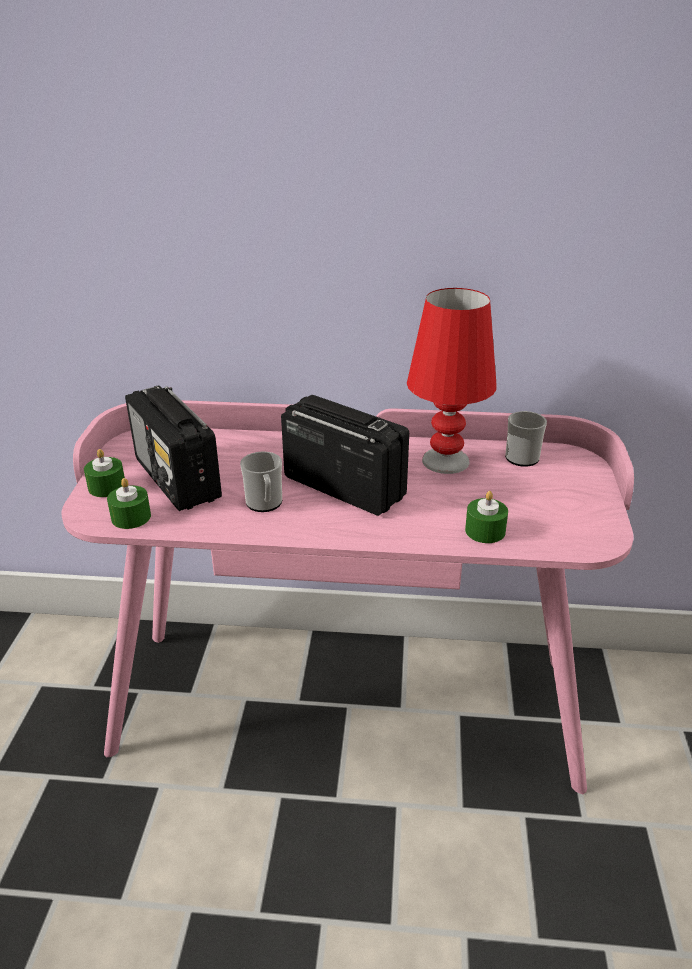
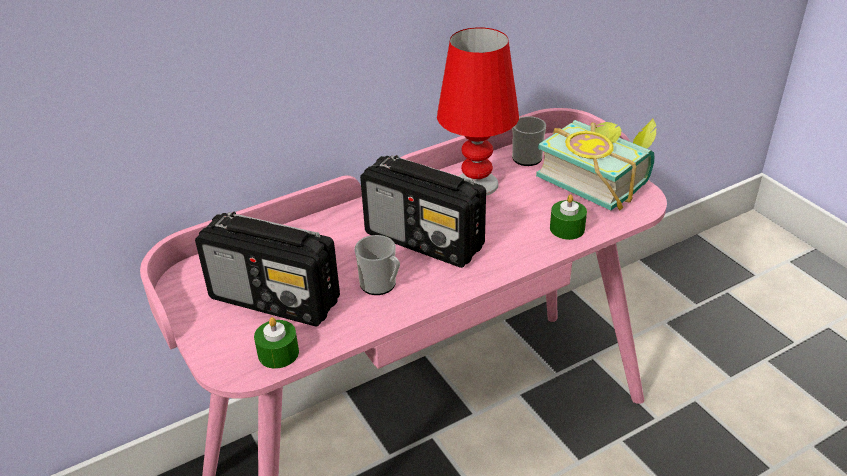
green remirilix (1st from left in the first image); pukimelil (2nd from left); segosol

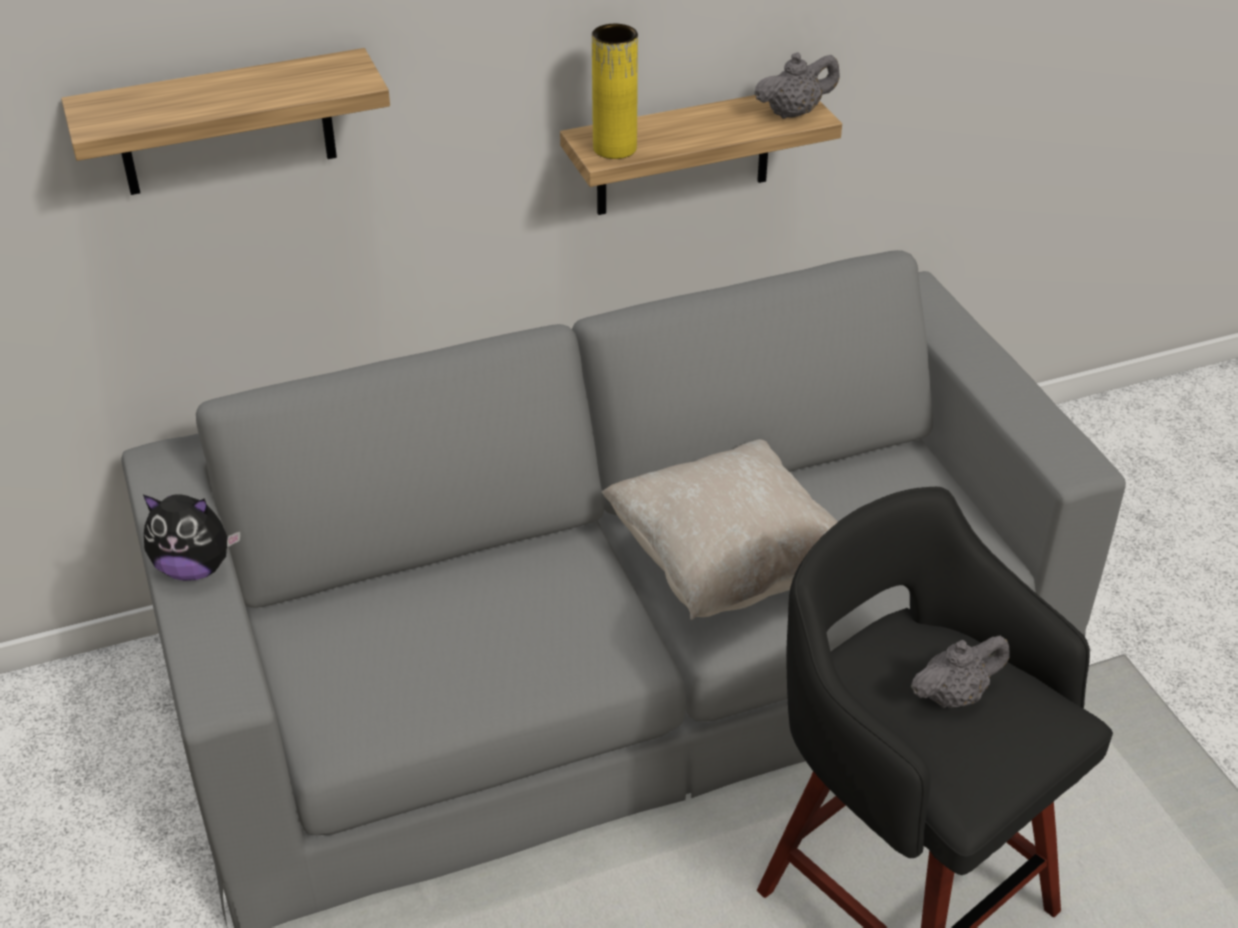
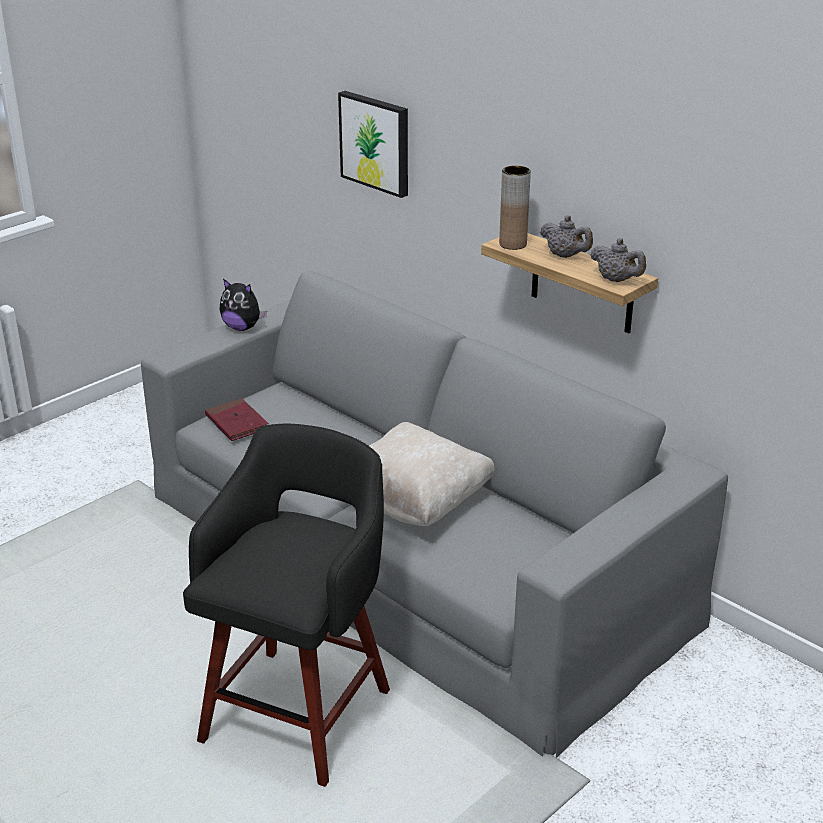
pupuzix; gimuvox; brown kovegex; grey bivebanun (1st from left); red segosol

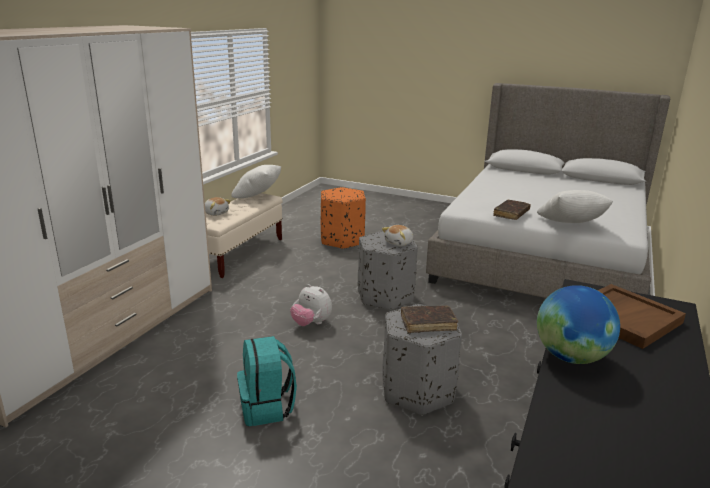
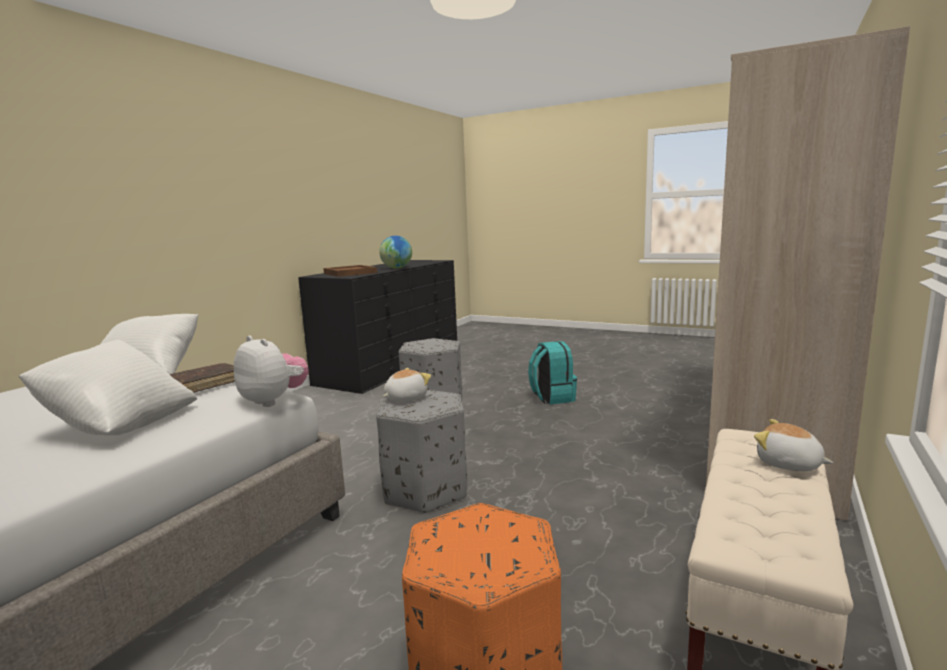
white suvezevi (1st from left); gimuvox (1st from left); brown segosol (1st from left in the first image)

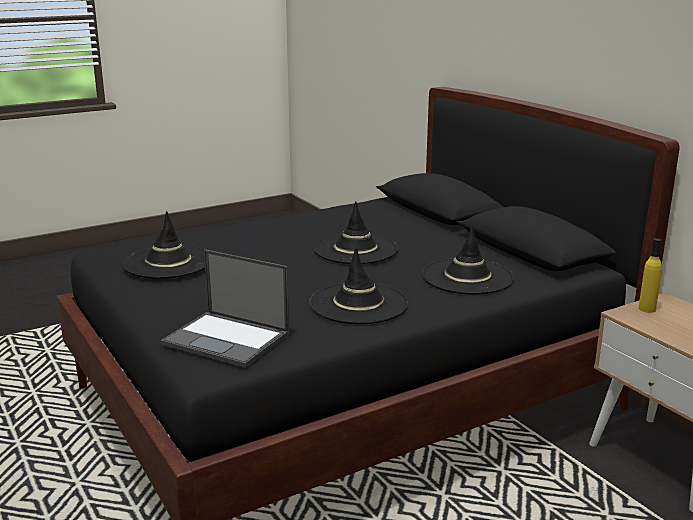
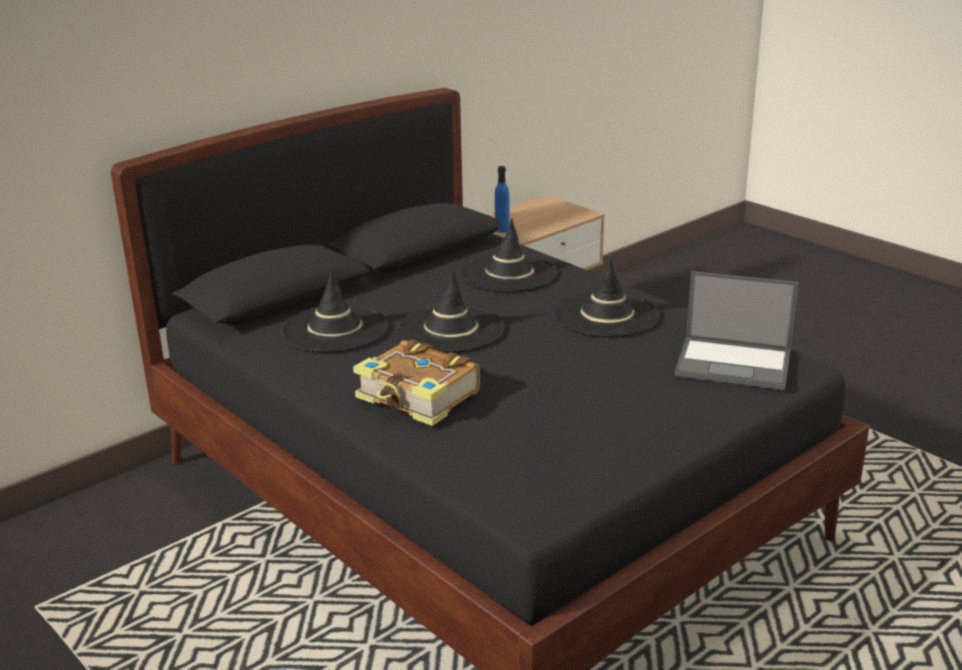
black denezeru (1st from left); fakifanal; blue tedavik; segosol

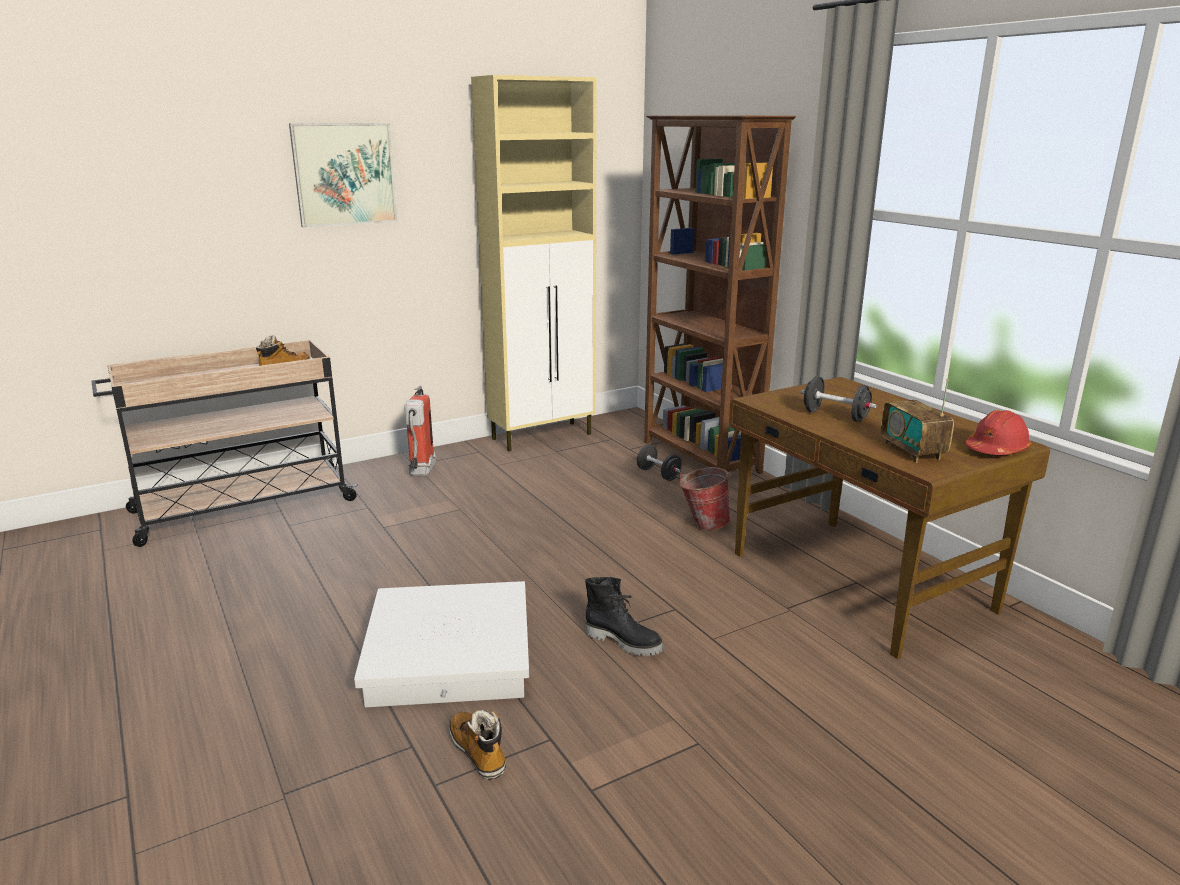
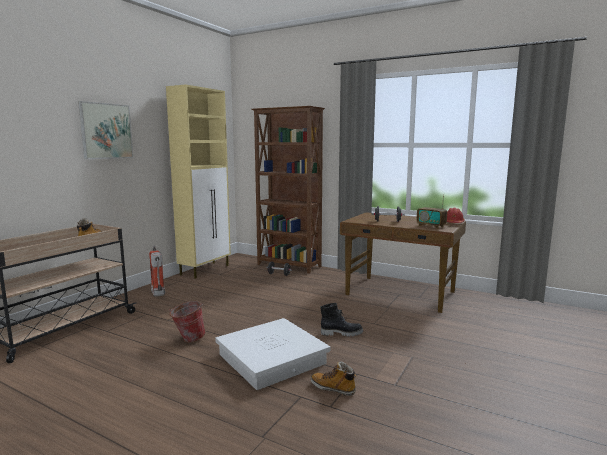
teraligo

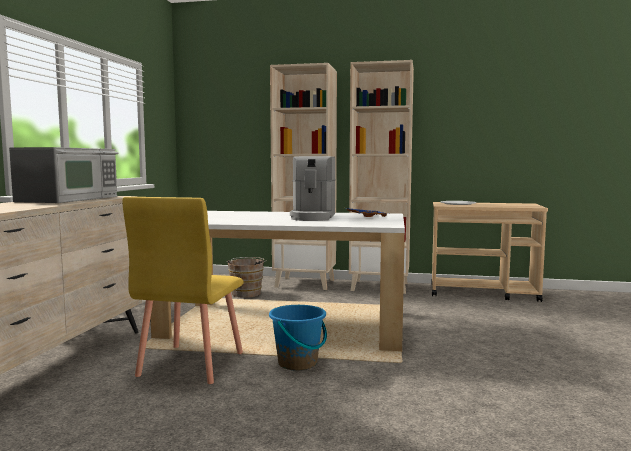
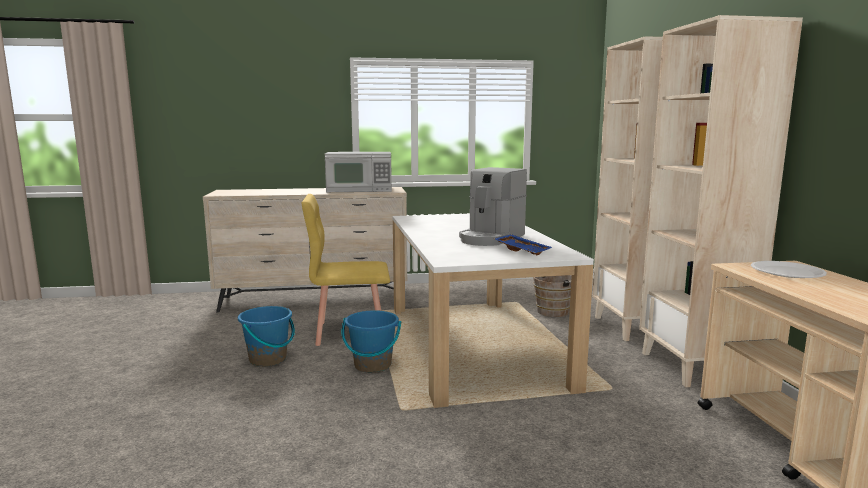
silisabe; blue teraligo (1st from left)

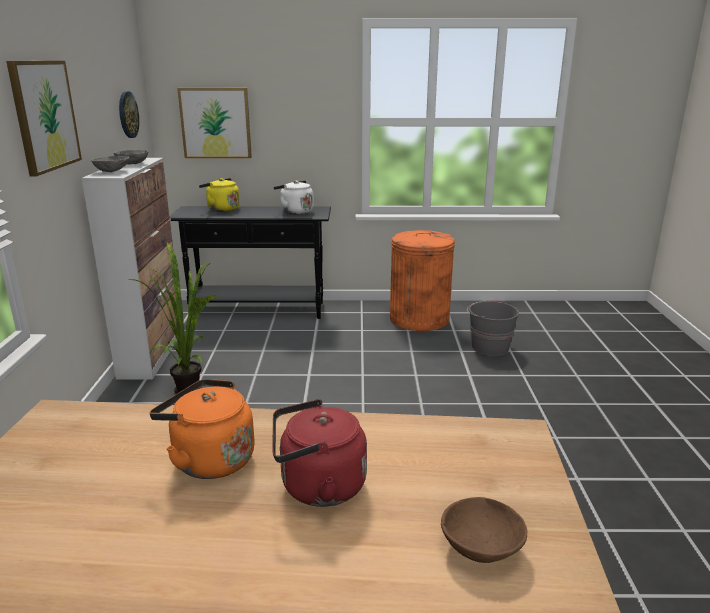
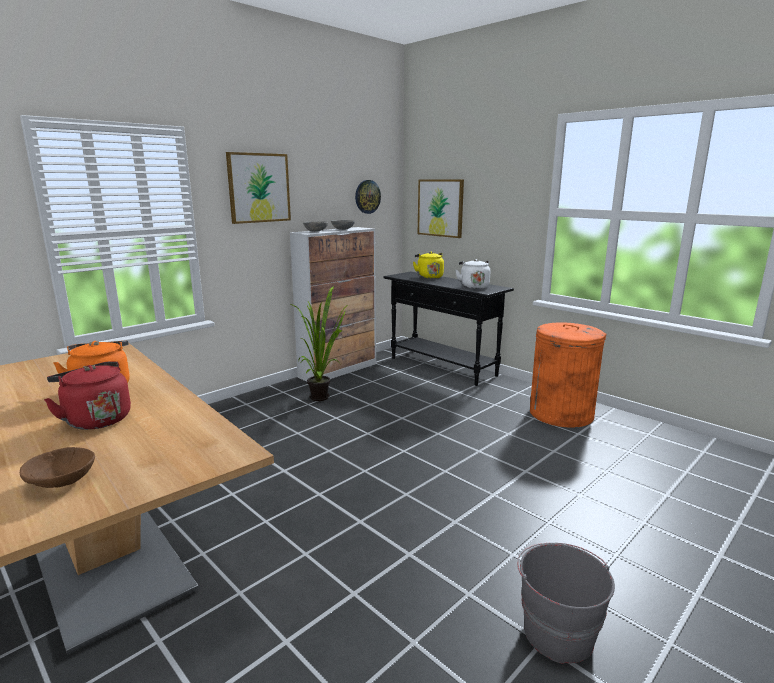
grey teraligo

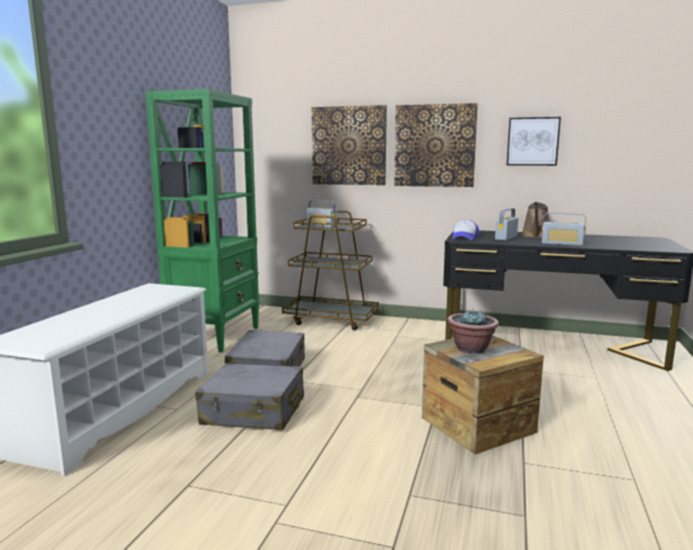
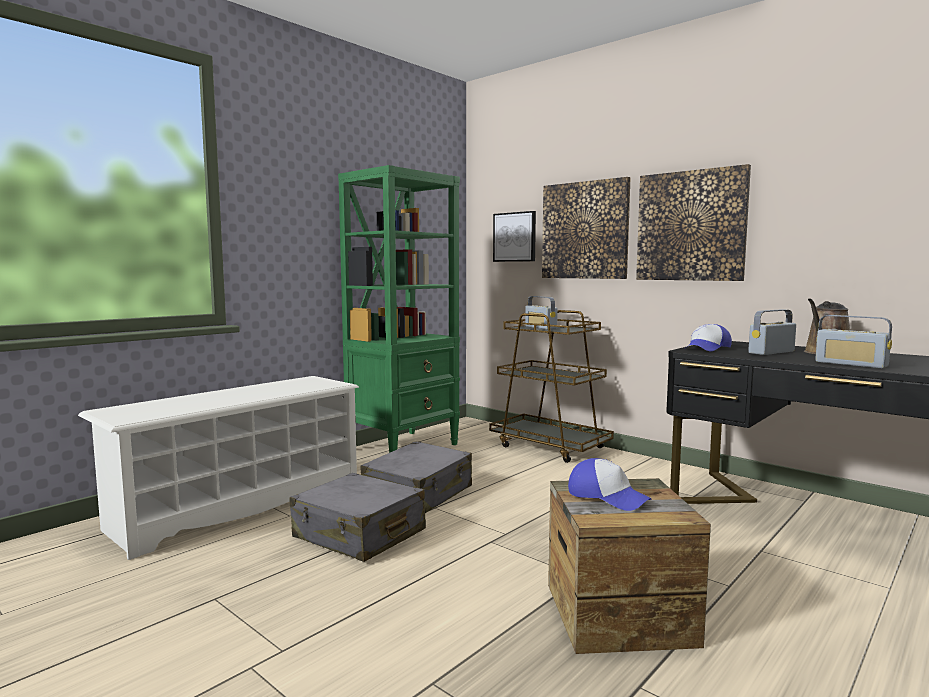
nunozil (1st from left); pupuzix (1st from left)

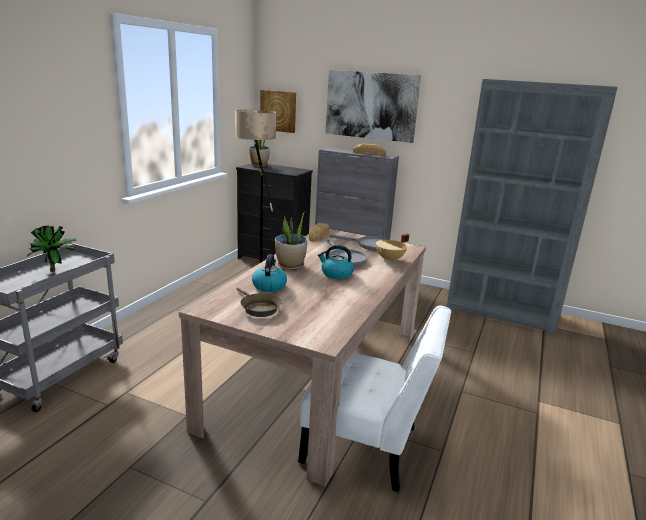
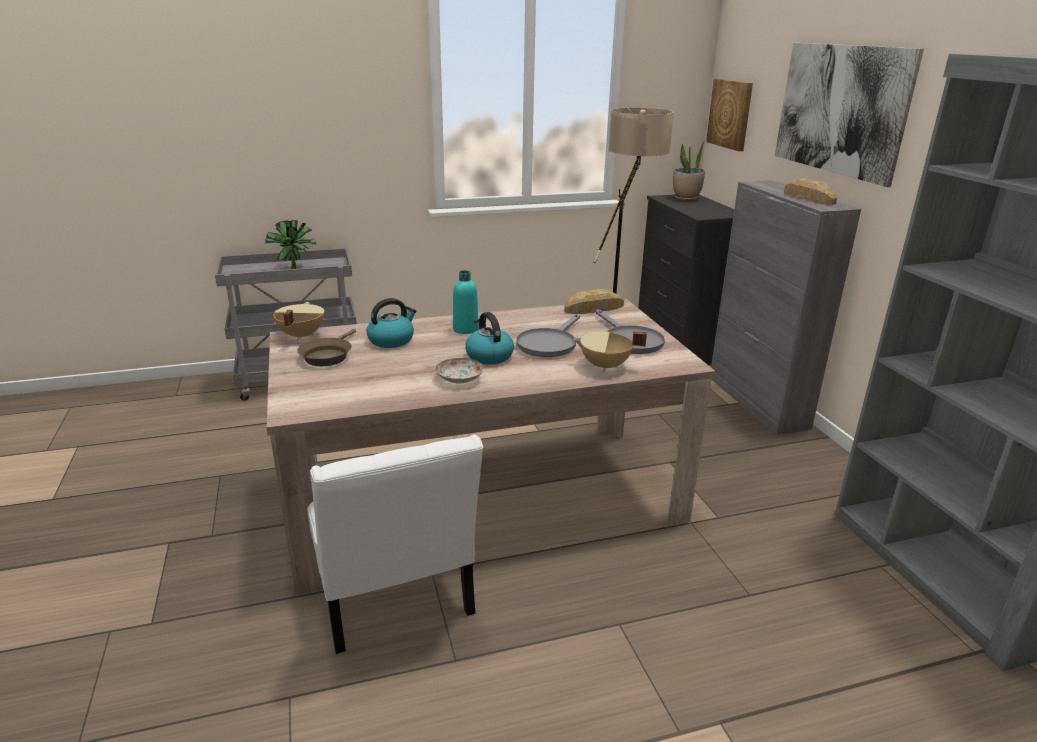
turquoise tedavik; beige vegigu (1st from left); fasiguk

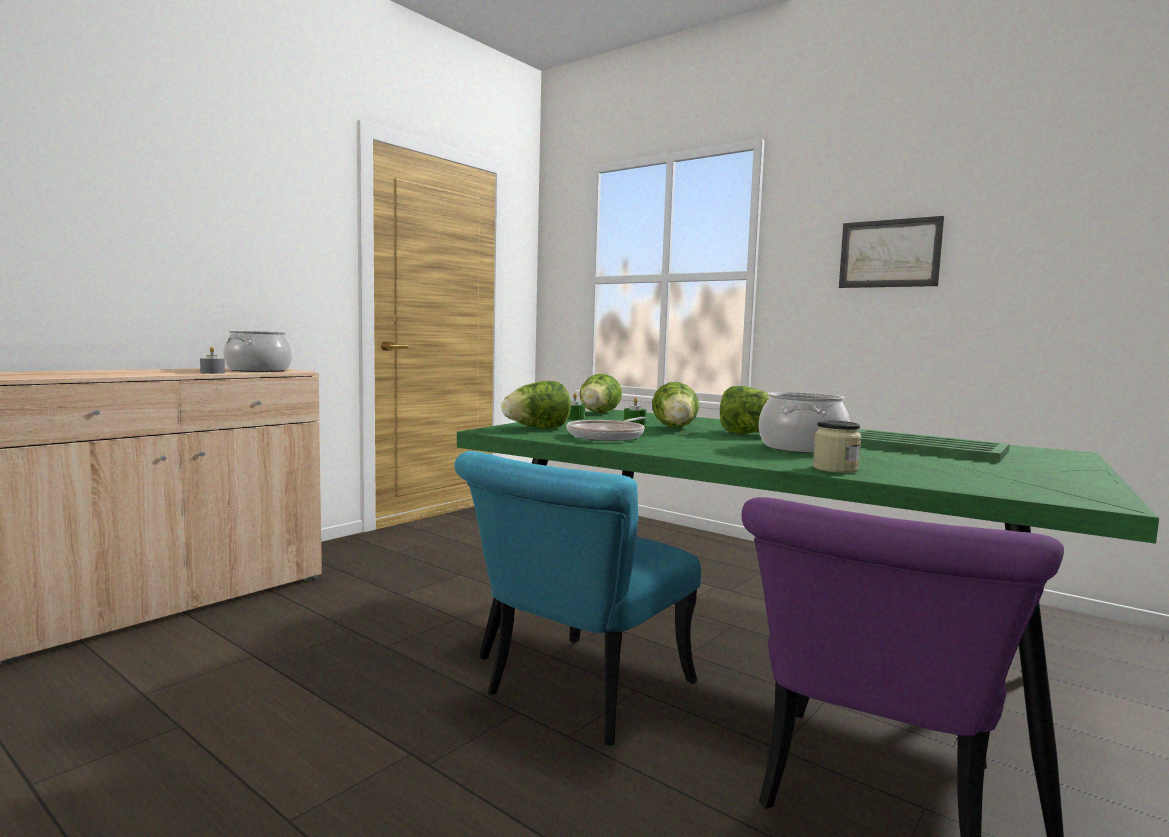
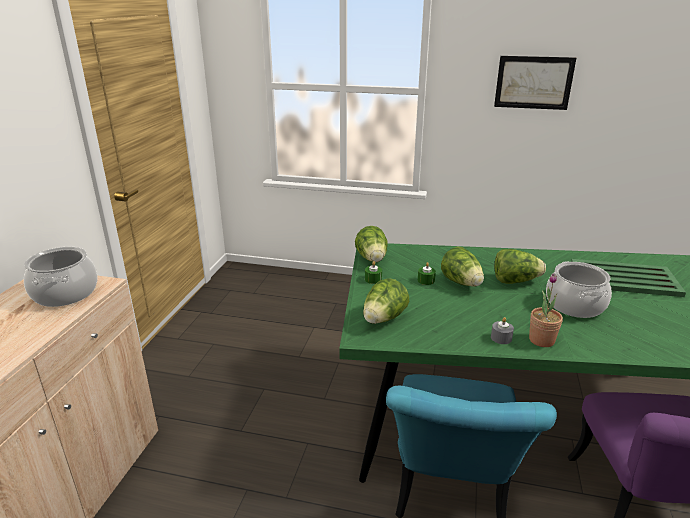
grey remirilix; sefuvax; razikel; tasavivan

